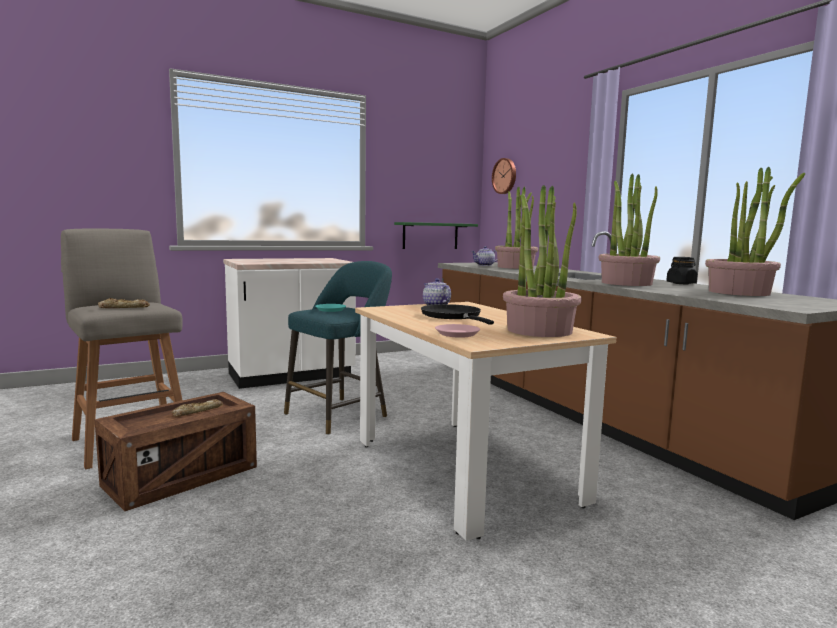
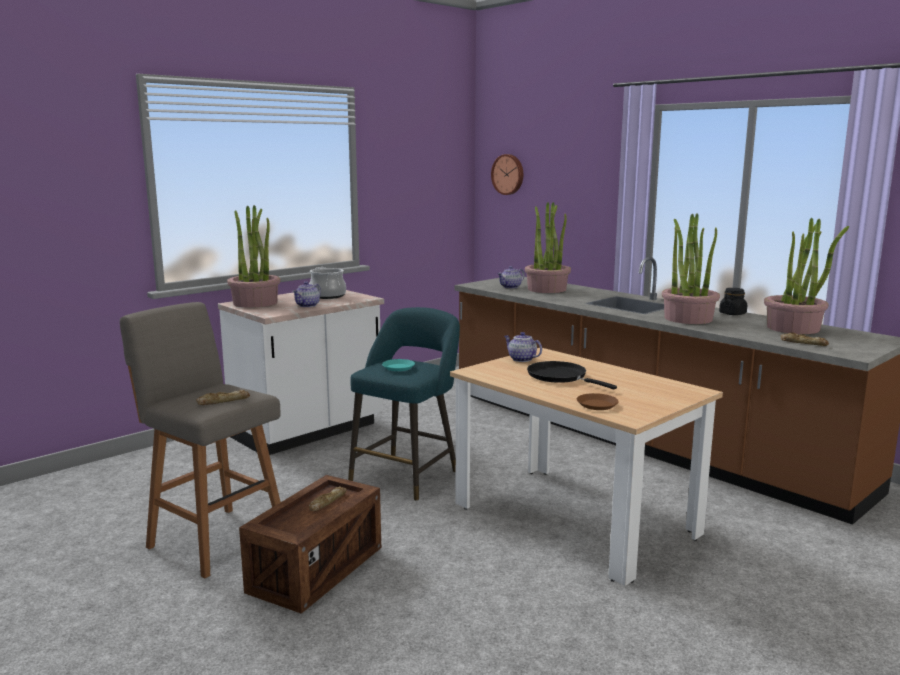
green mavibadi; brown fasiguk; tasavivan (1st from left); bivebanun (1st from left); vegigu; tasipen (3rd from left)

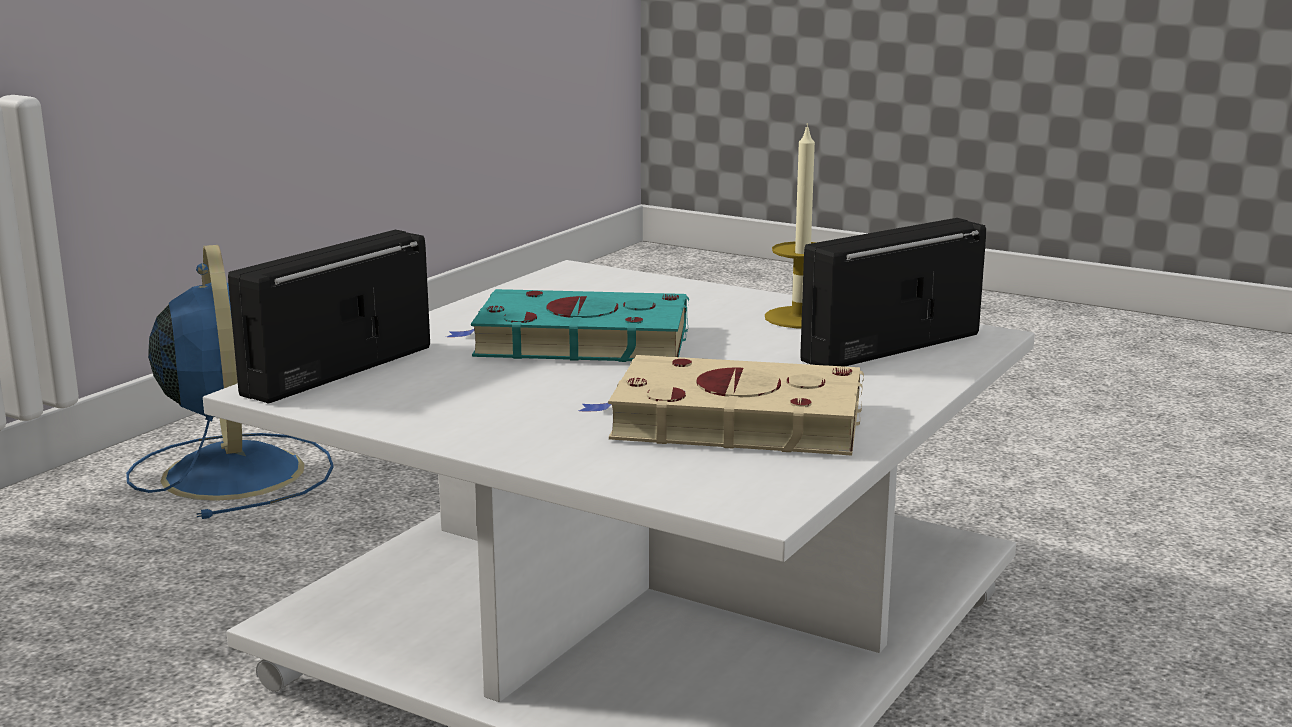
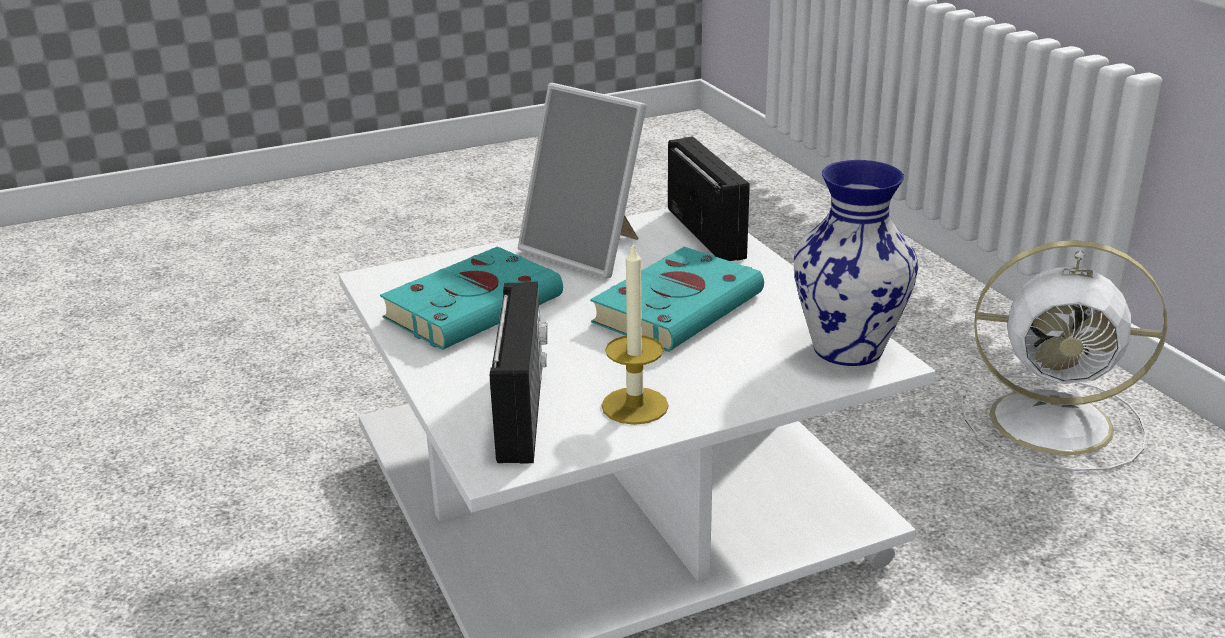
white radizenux; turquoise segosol (1st from left); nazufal; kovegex

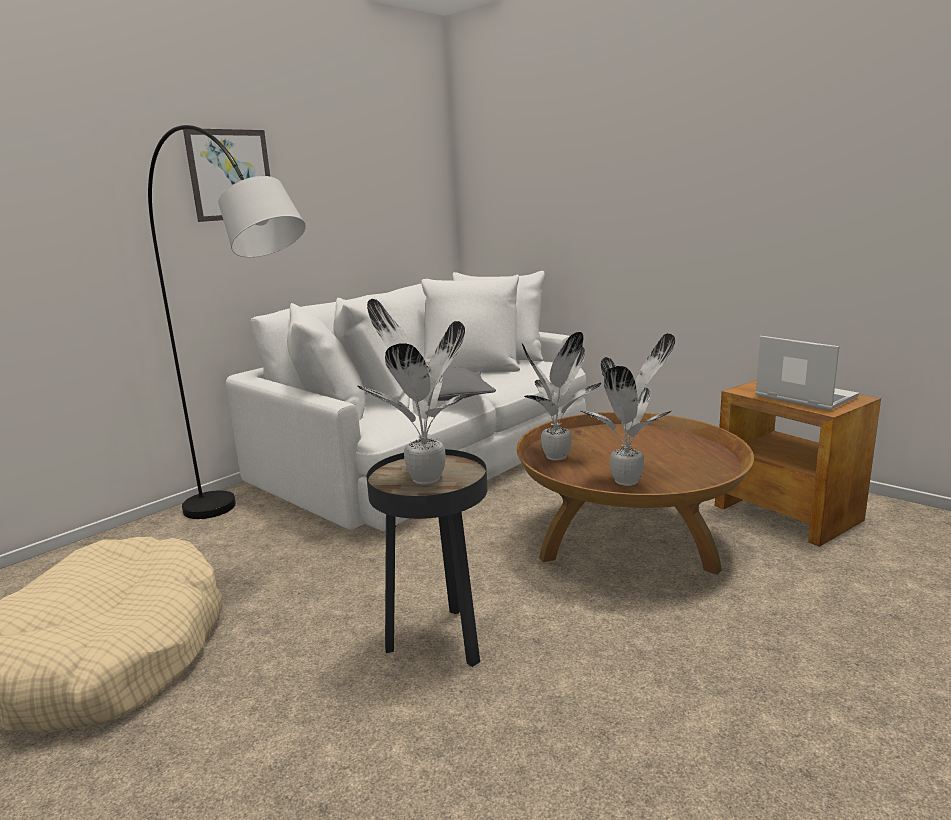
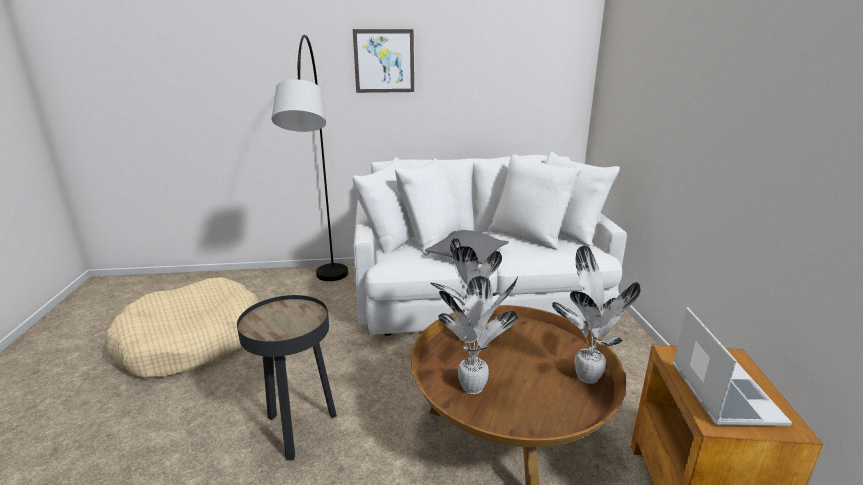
tasavivan (3rd from left)

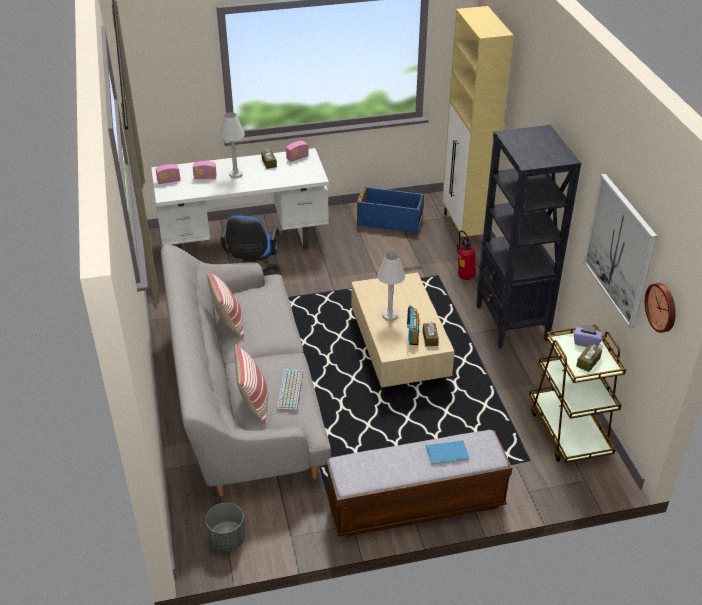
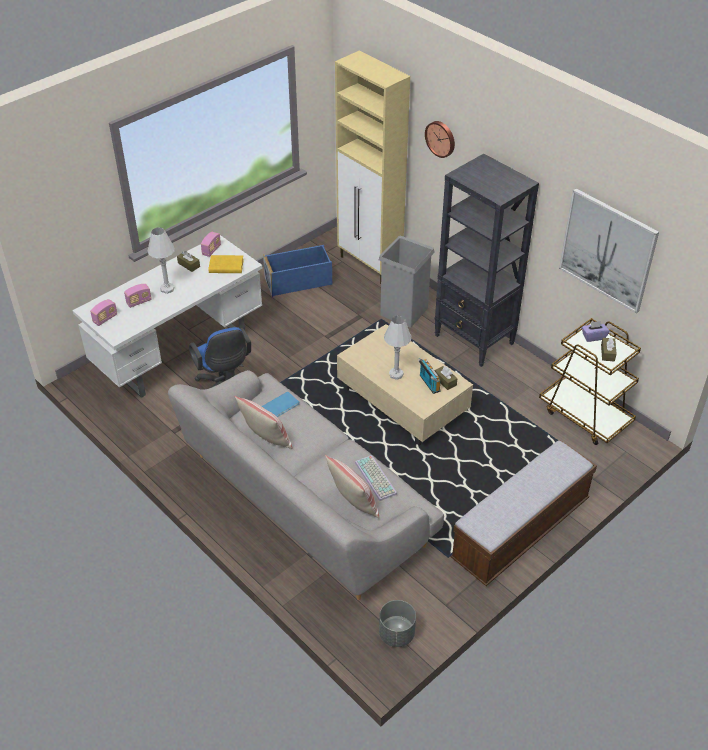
blue segosol; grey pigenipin; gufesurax; yellow segosol

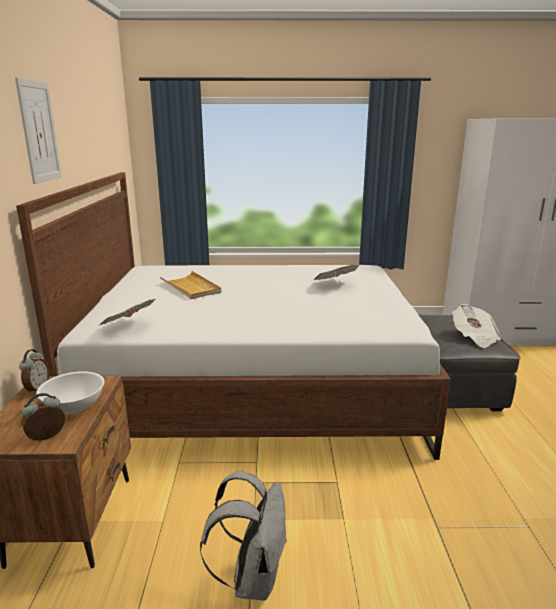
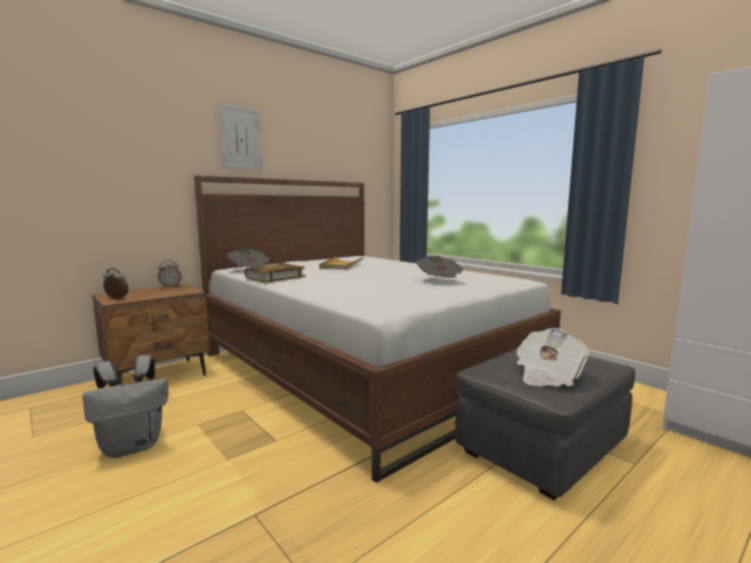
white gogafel; segosol

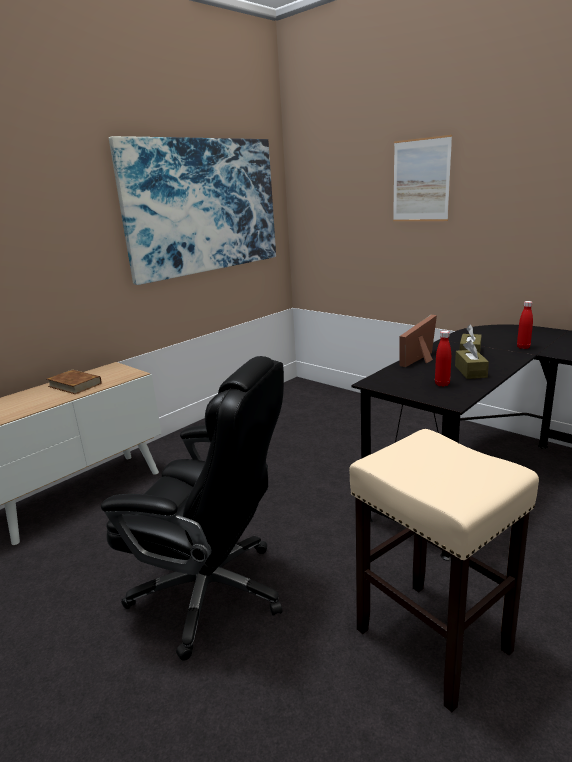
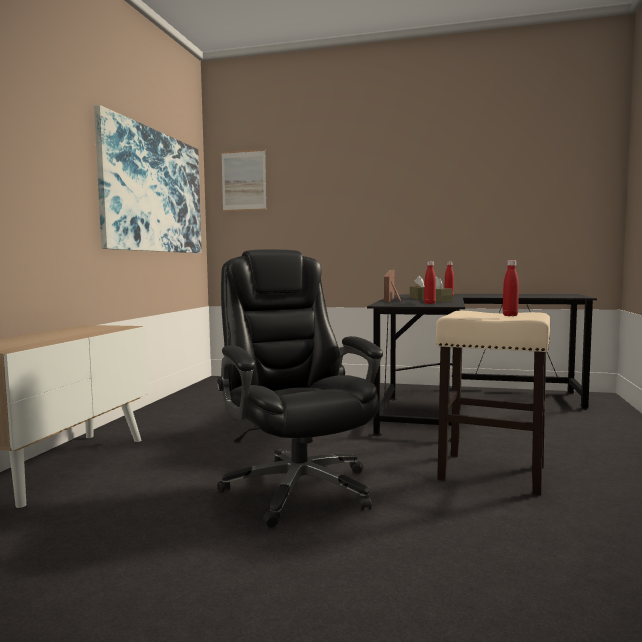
brown segosol; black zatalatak; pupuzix (2nd from left); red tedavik (3rd from left)

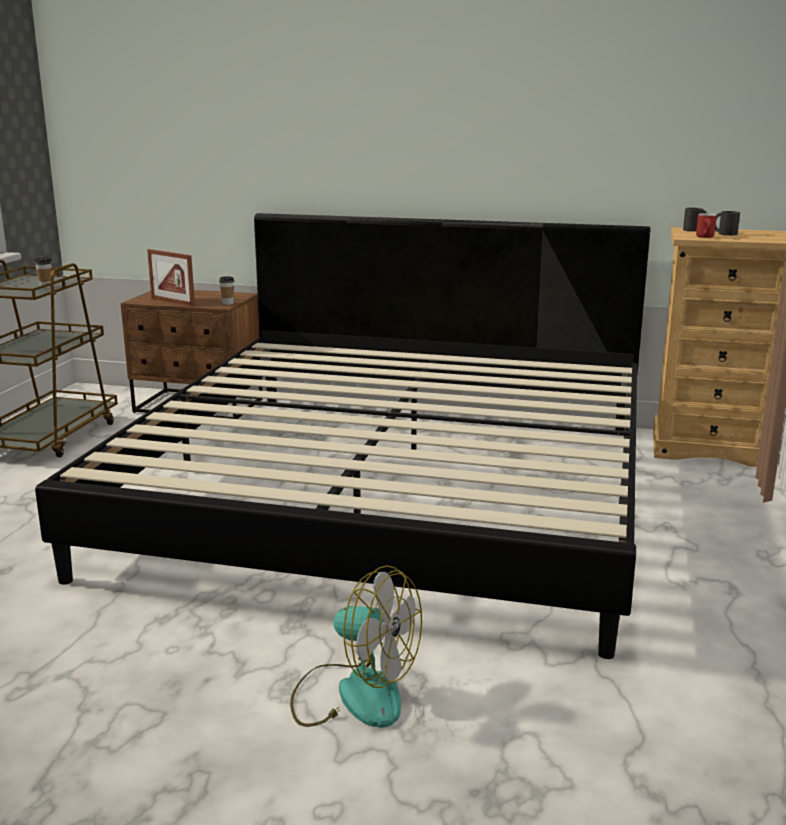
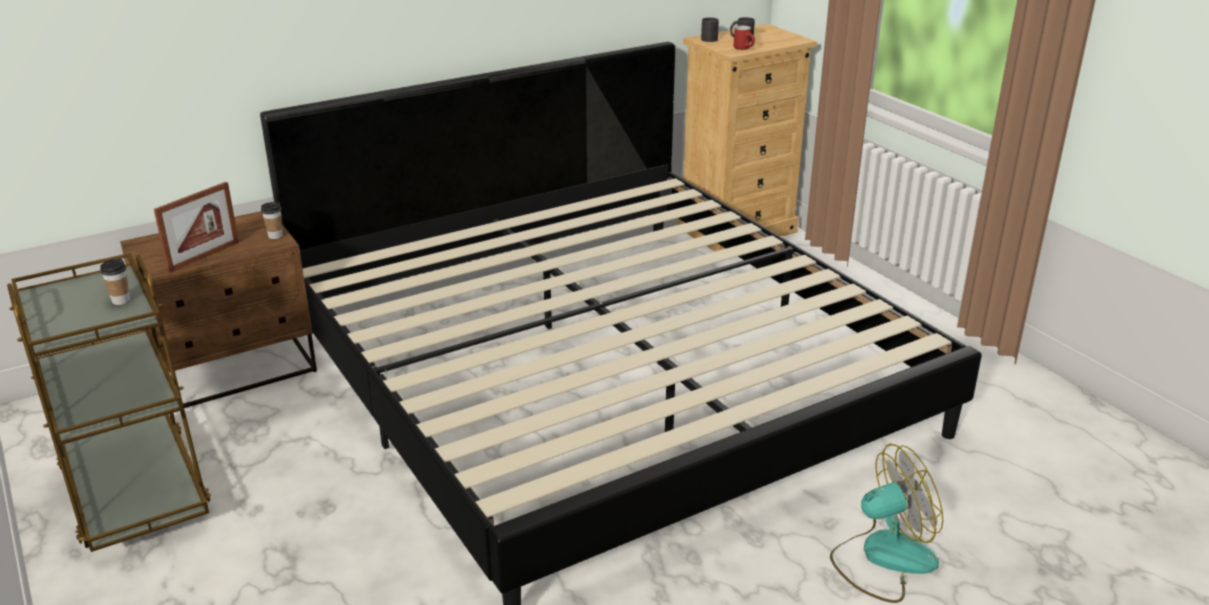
nazufal

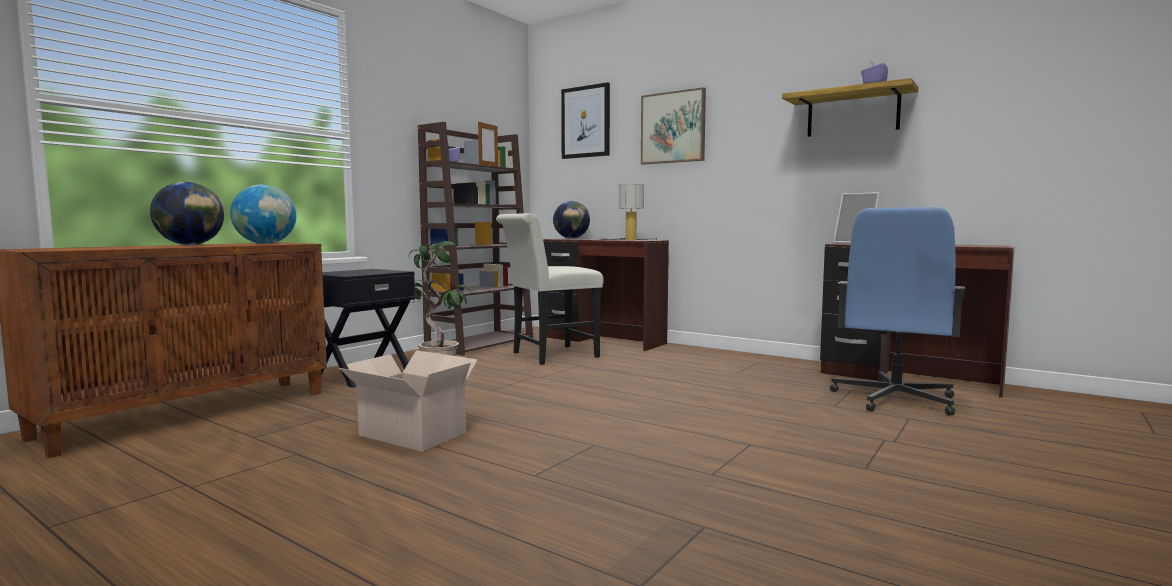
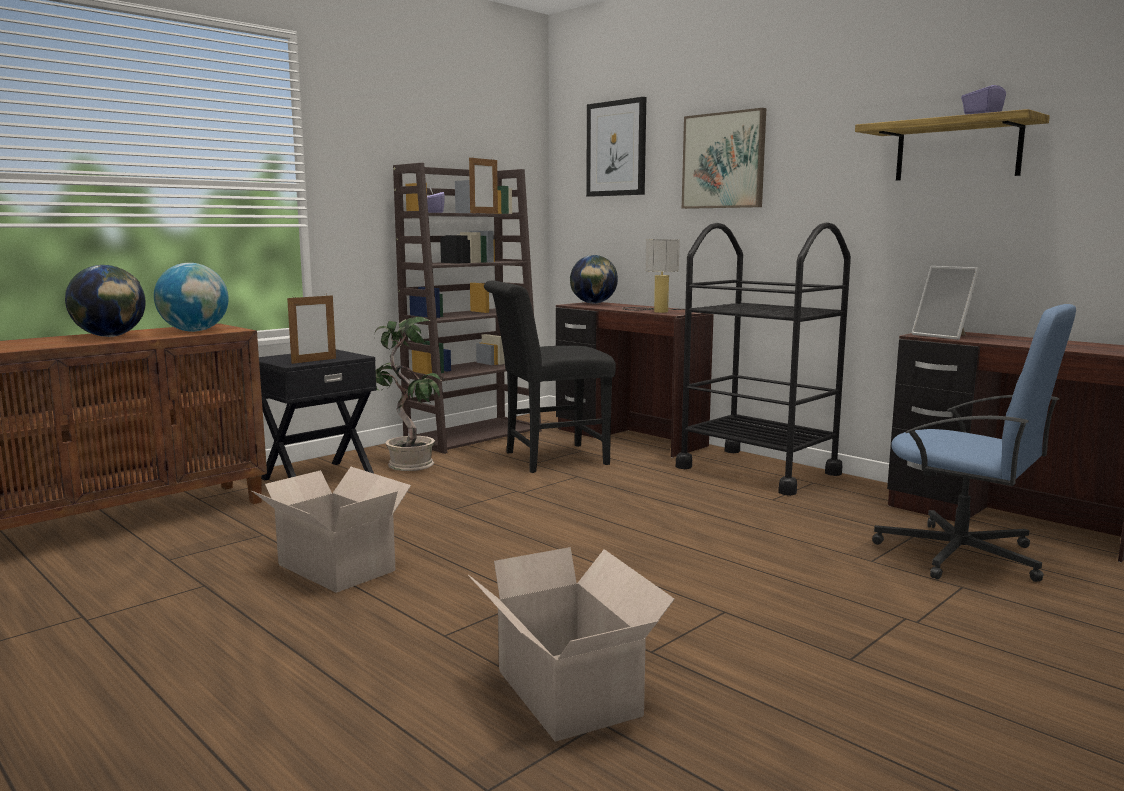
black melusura; blue zatalatak; nazufal (1st from left); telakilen (2nd from left); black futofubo

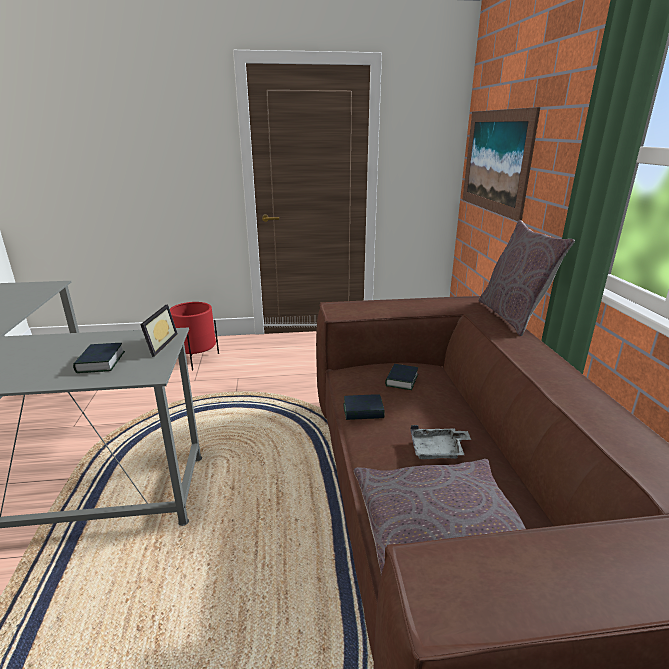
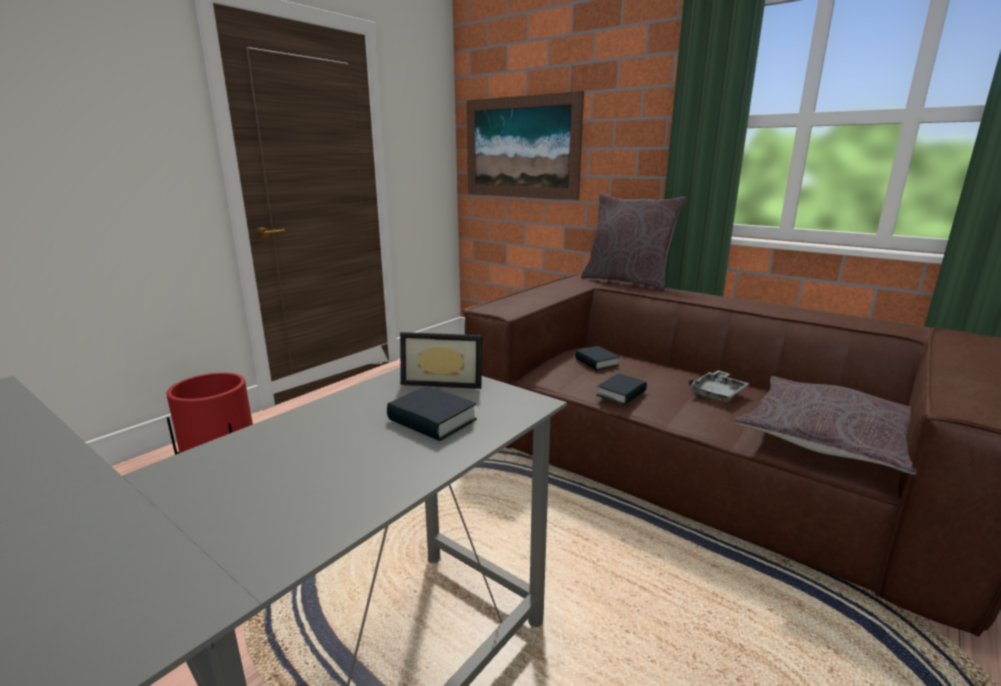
nazufal

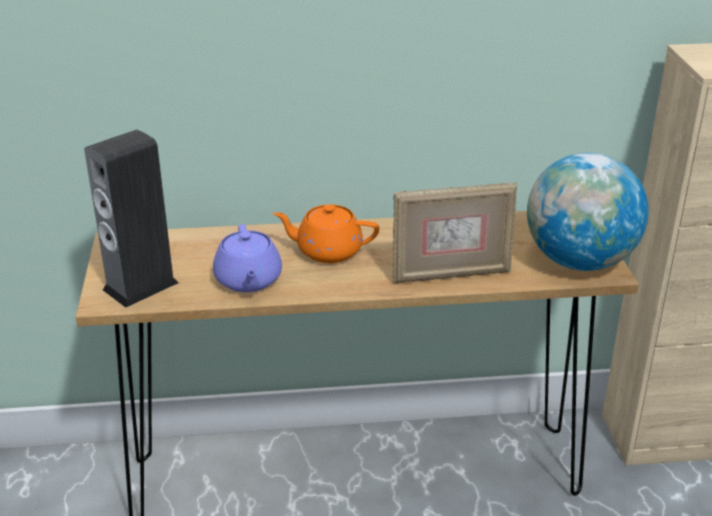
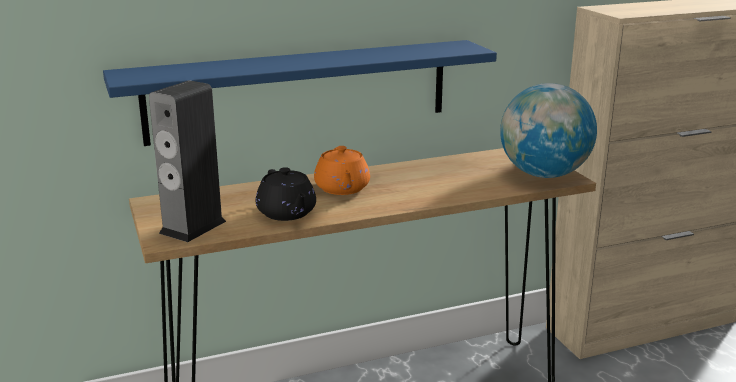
black bivebanun; orange bivebanun; nazufal; blue mavibadi

